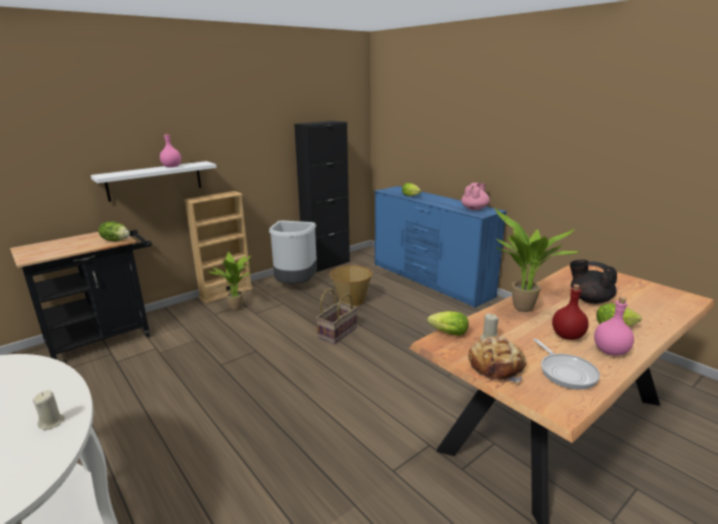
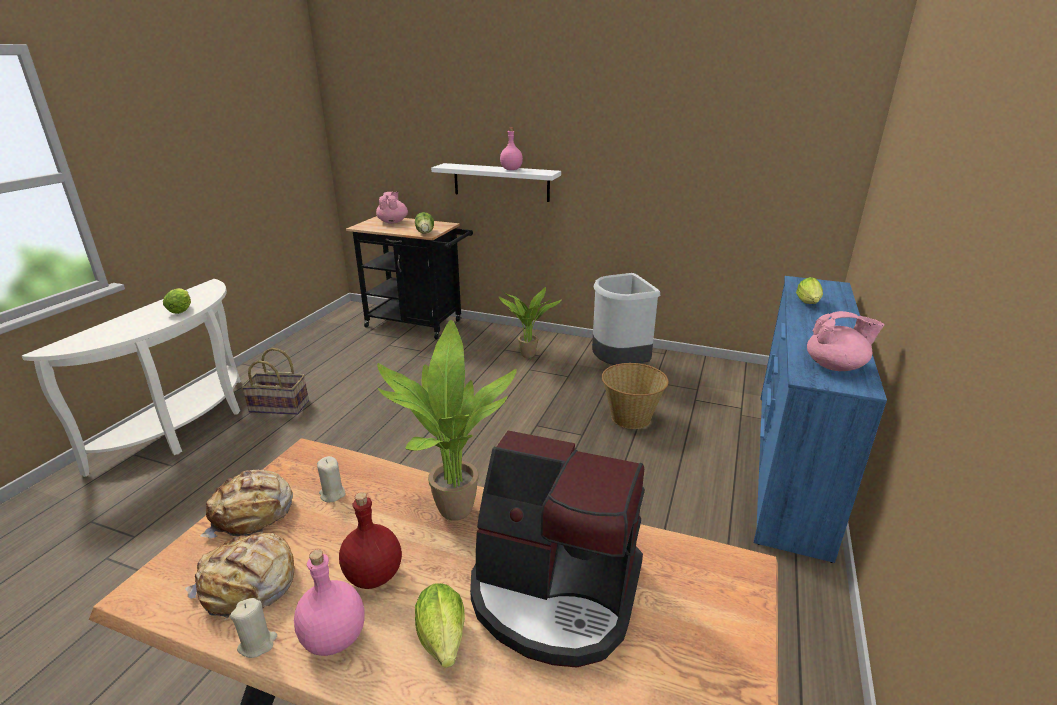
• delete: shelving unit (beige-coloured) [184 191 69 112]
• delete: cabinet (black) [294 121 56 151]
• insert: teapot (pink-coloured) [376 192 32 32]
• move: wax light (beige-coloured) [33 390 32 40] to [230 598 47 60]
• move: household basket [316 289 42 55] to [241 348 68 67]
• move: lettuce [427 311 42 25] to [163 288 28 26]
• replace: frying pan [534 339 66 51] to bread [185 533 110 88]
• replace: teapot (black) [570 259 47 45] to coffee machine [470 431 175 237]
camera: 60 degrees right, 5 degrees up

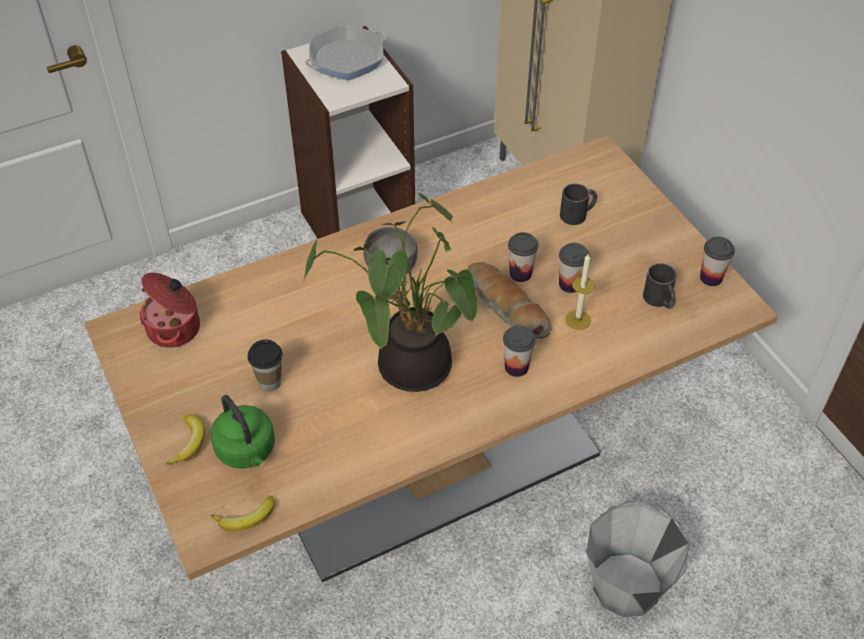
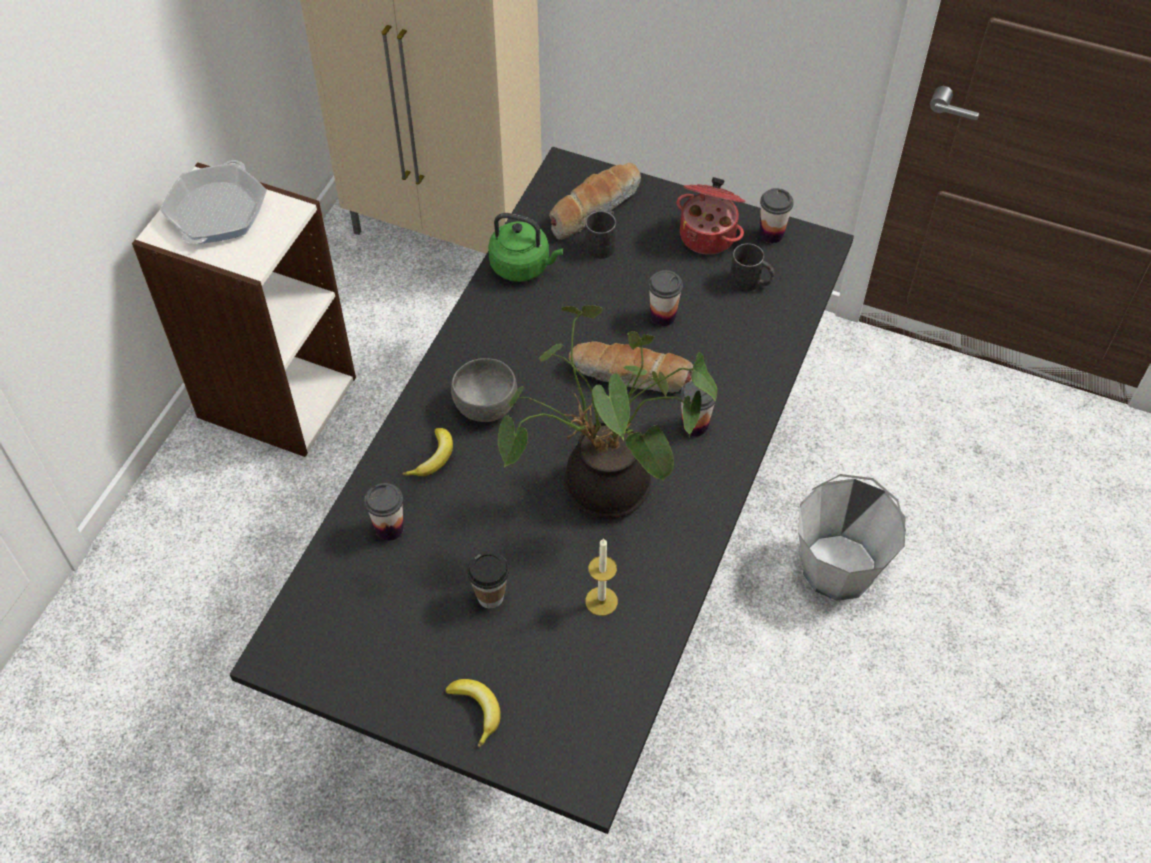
• insert: bread [549 163 92 77]
• move: saucepot [139 273 61 75] to [676 177 69 78]
• move: tea kettle (green-coloured) [211 395 64 74] to [488 213 75 69]
• move: whole banana [211 496 64 35] to [403 428 50 48]
• move: small cup [508 232 30 50] to [364 483 40 58]
• move: wax light [565 254 30 76] to [585 538 33 78]
• recolor: kitchen table (beige-coloured) [84 135 694 447] to kitchen table (black) [230 147 624 687]
camera: 40 degrees left, 5 degrees up

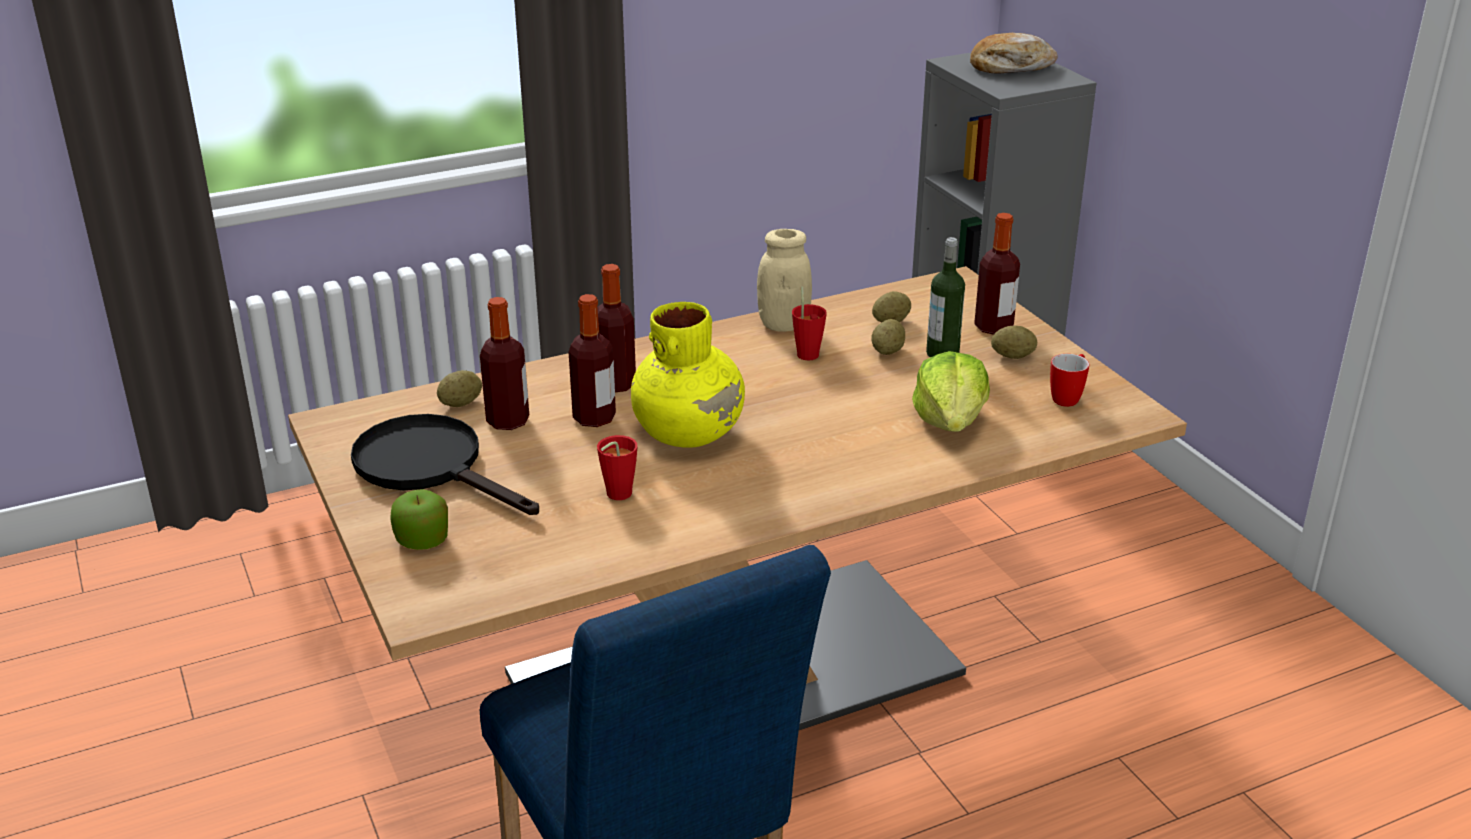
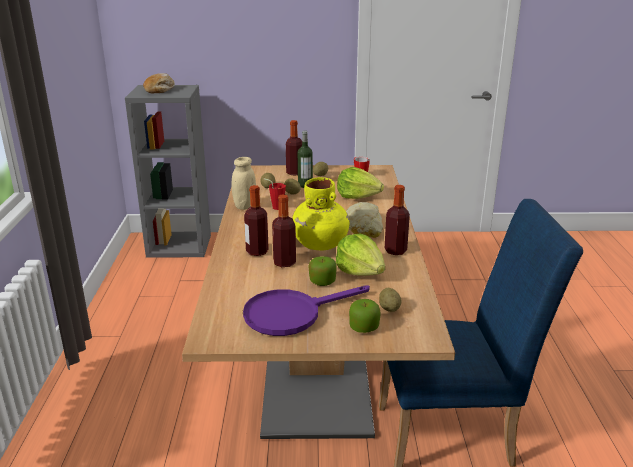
• insert: apple fruit [308 256 29 30]
• insert: bread [346 202 37 36]
• move: whole potato [437 370 45 37] to [379 288 23 24]
• move: drink bottle [480 297 49 133] to [384 185 26 70]
• replace: small cup (red-coloured) [597 435 41 65] to lettuce [336 233 49 43]
• recolor: frying pan (black) [351 414 188 101] to frying pan (purplish) [243 285 127 51]
camera: 65 degrees left, 5 degrees down

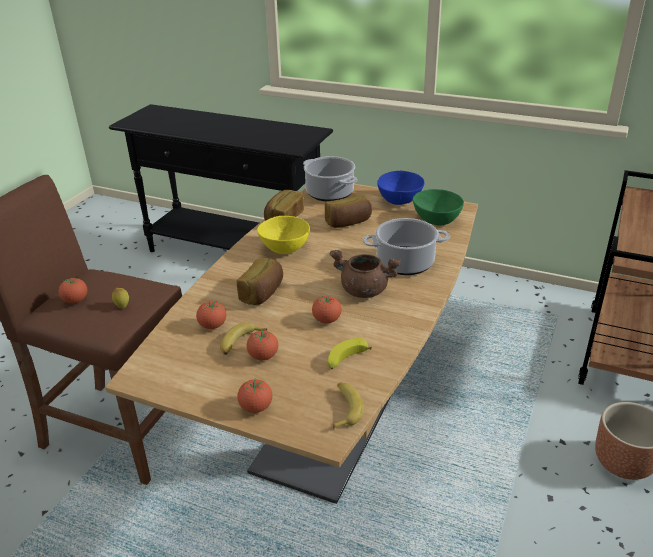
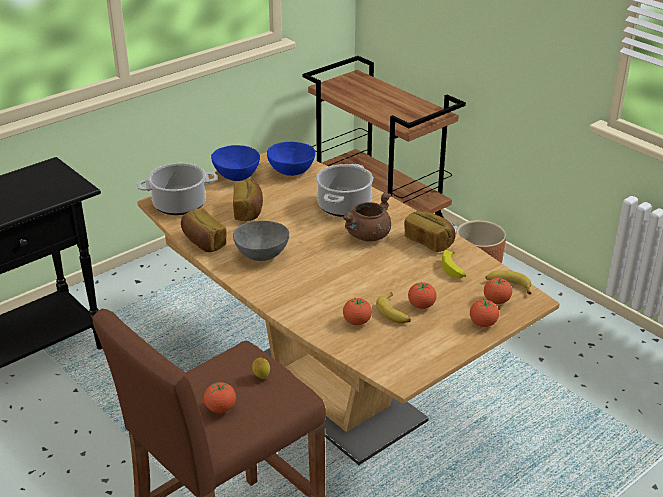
• move: bread [237 258 46 47] to [404 211 52 41]
• move: whole tomato [312 296 30 28] to [484 277 28 27]
• recolor: serving bowl (yellowish) [257 216 53 38] to serving bowl (gray) [233 221 56 40]
• recolor: serving bowl (green-coloured) [413 189 51 37] to serving bowl (blue) [267 142 48 34]
camera: 65 degrees left, 0 degrees up

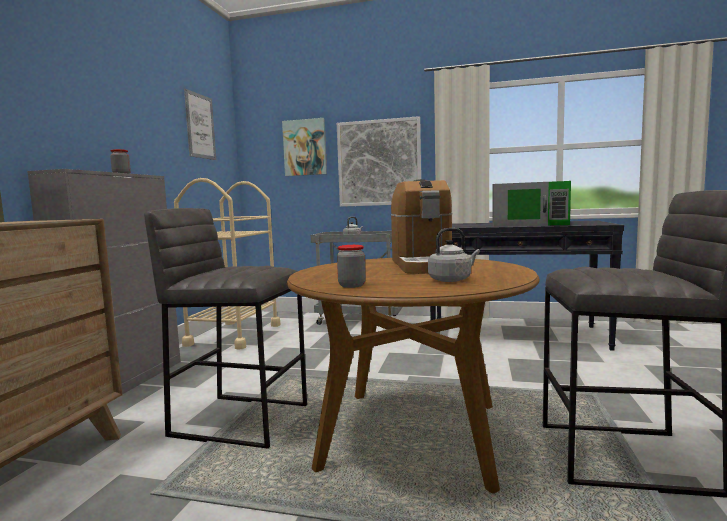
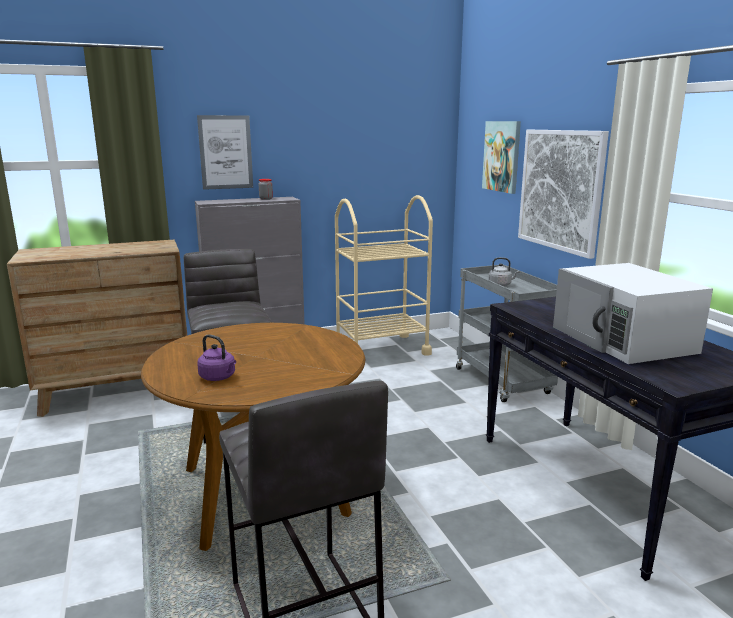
• delete: preserve jar [337 245 29 43]
• delete: coffee machine [391 179 61 95]
• move: wall art [184 89 32 71] to [197 115 56 75]
• recolor: tea kettle (gray) [428 228 52 54] to tea kettle (purplish) [197 334 39 47]
• recolor: microwave (green-coloured) [492 181 79 46] to microwave (white) [553 263 160 101]
camera: 55 degrees right, 10 degrees up

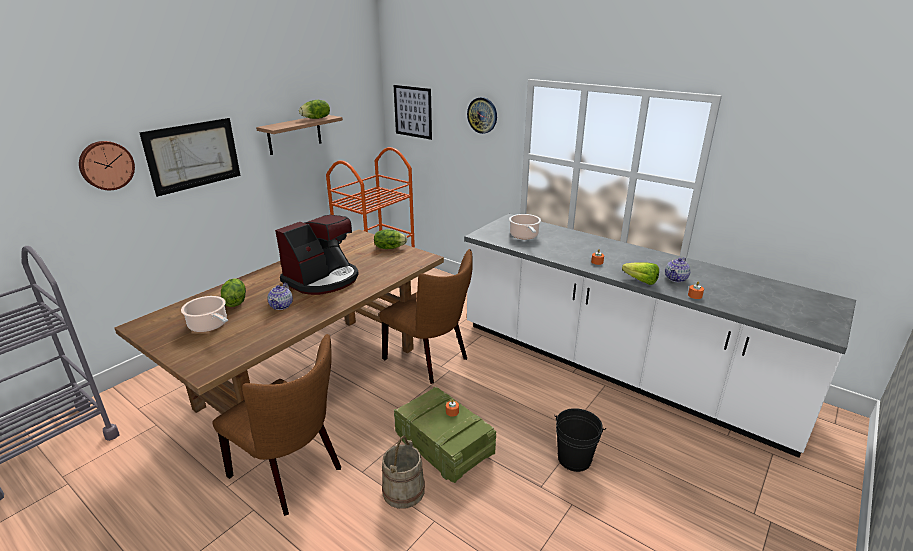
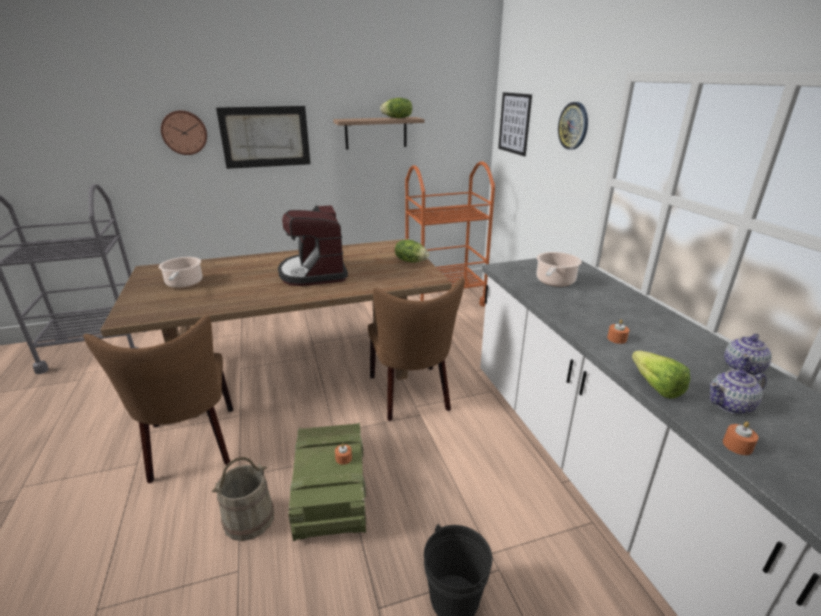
• delete: lettuce [221 278 25 29]
• move: teapot [268 283 25 27] to [724 334 48 41]
• rotate: coffee machine [275 215 84 80] = [278 205 70 81] 90 degrees clockwise
camera: 35 degrees right, 0 degrees up

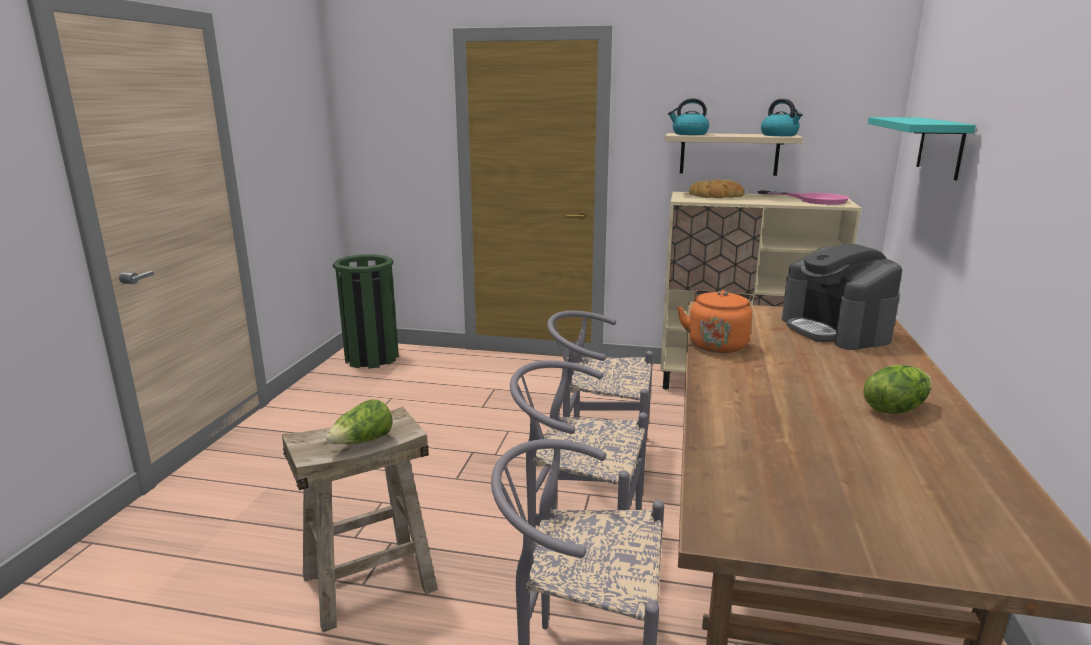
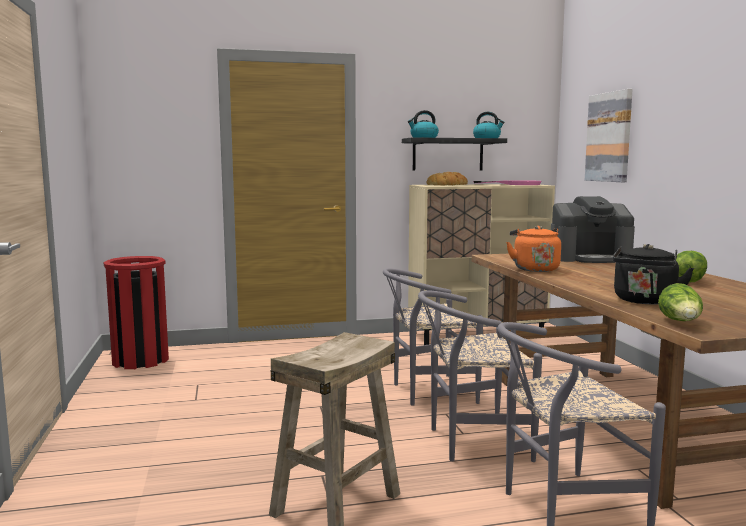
• insert: tea kettle (black) [612 244 82 60]
• move: lettuce [326 399 67 45] to [658 283 45 38]
• replace: bracket shelf (blue-green) [868 117 108 63] to wall art [585 89 48 93]
• recolor: waste bin (green-coloured) [333 254 66 115] to waste bin (red-coloured) [104 256 65 113]
• recolor: bracket shelf (beige-coloured) [665 133 138 43] to bracket shelf (black) [402 137 105 34]
• rotate: coffee machine [782 244 120 106] = [551 196 84 67] 45 degrees counterclockwise
camera: 25 degrees left, 10 degrees down

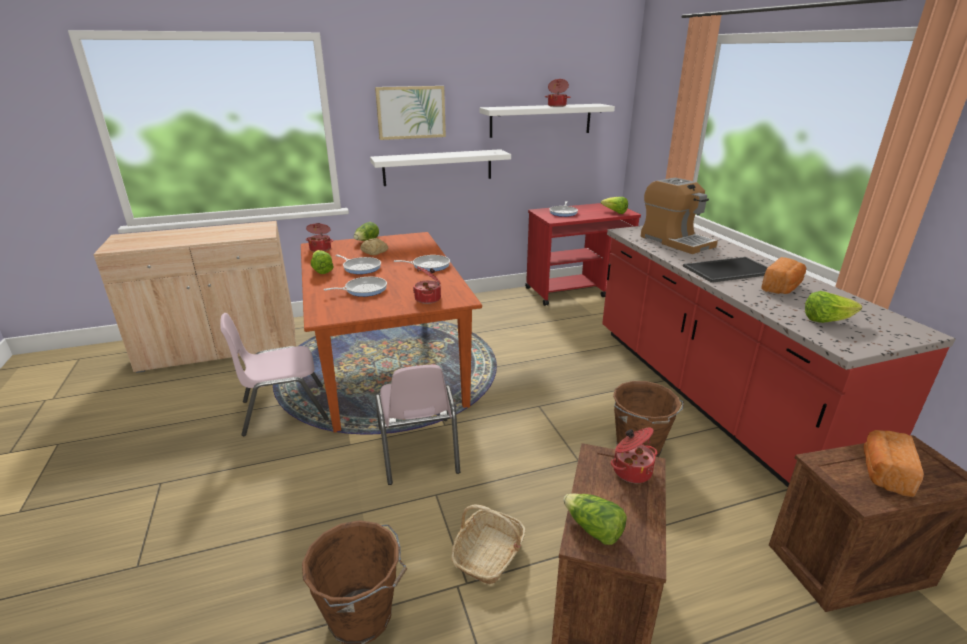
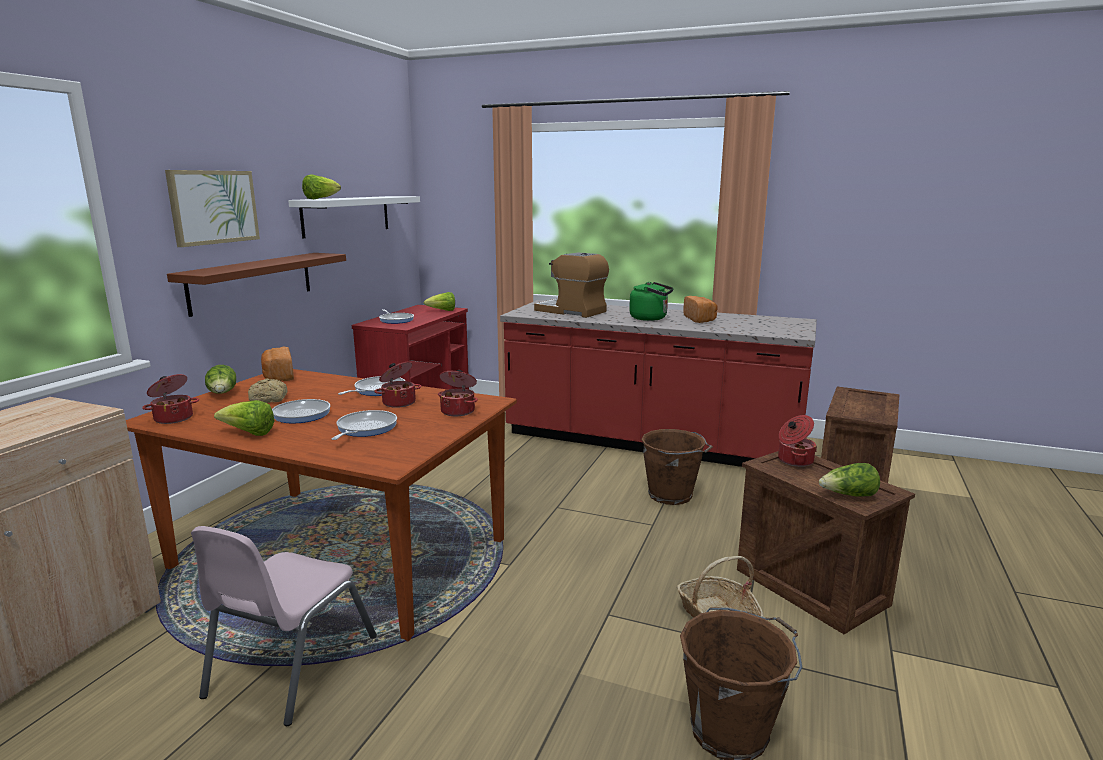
• delete: plain chair (pink-coloured) [375 365 85 120]
• move: saucepot [545 79 26 28] to [374 362 47 46]
• move: lettuce [805 291 57 32] to [302 174 39 25]
• move: bread [864 430 60 67] to [261 347 33 34]
• replace: serving tray [683 257 85 26] to tea kettle (green-coloured) [629 282 45 39]
• recolor: bracket shelf (white) [370 149 141 37] to bracket shelf (brown) [167 253 179 64]
• rotate: coffee machine [641 178 77 76] = [534 253 75 65] 150 degrees counterclockwise
camera: 50 degrees left, 10 degrees down

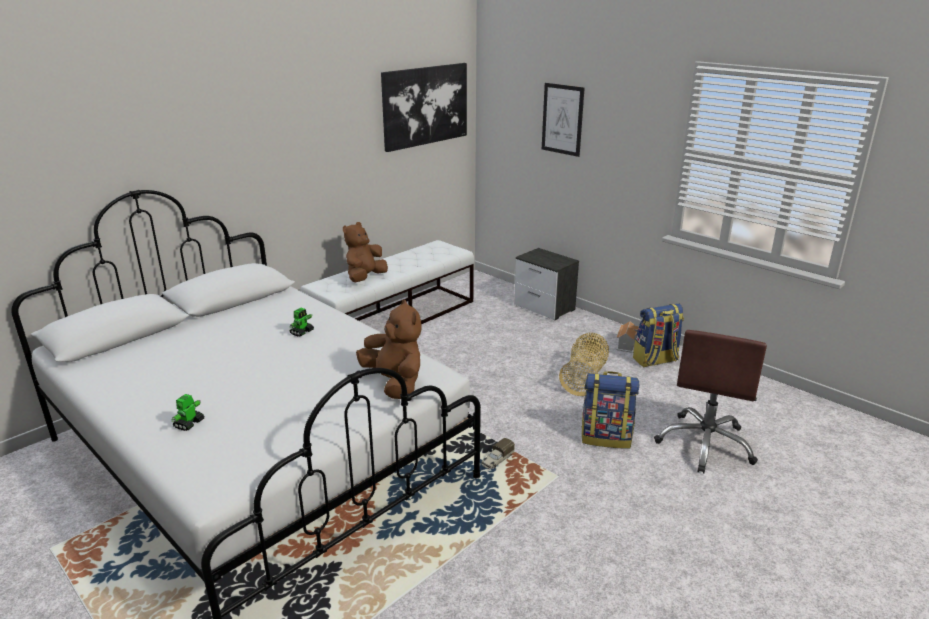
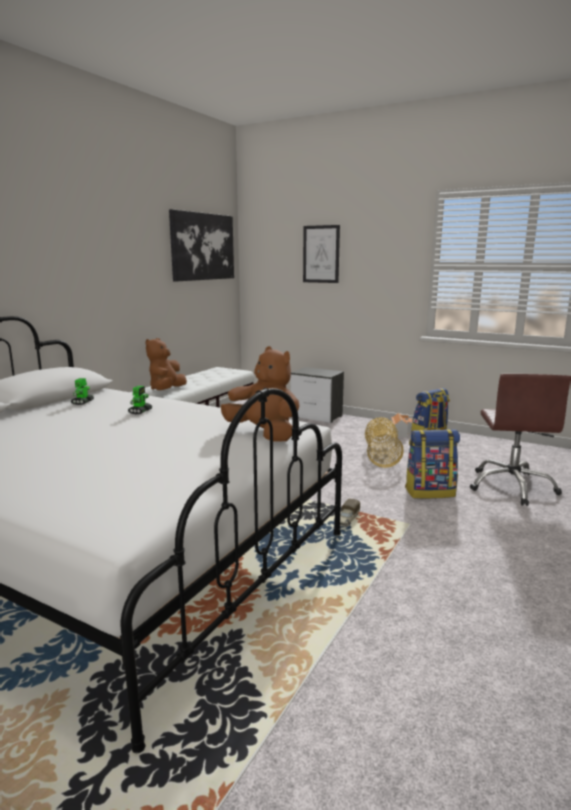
• move: model robot [171 394 34 37] to [71 378 23 27]
camera: 15 degrees left, 10 degrees down

